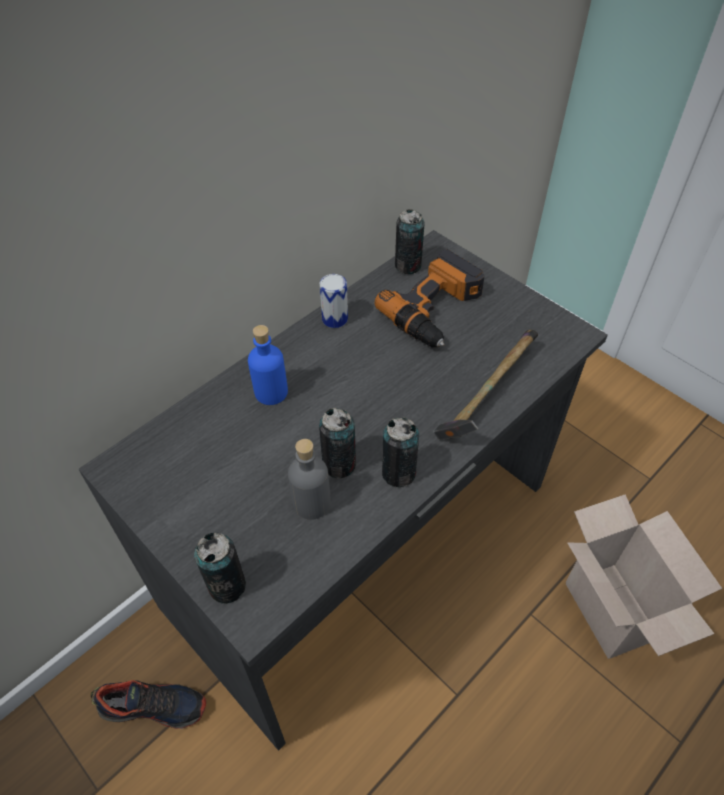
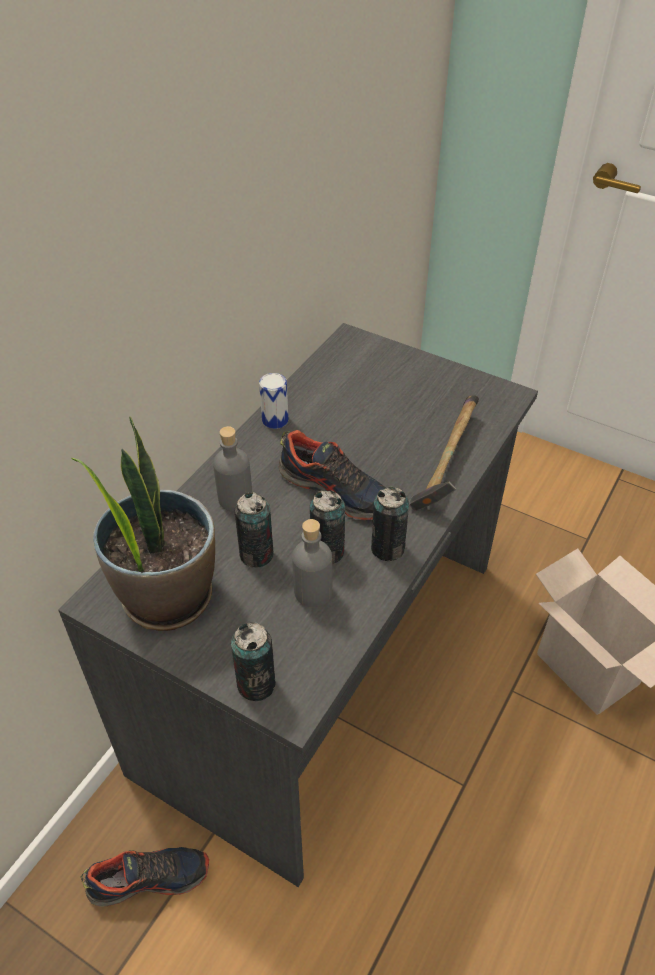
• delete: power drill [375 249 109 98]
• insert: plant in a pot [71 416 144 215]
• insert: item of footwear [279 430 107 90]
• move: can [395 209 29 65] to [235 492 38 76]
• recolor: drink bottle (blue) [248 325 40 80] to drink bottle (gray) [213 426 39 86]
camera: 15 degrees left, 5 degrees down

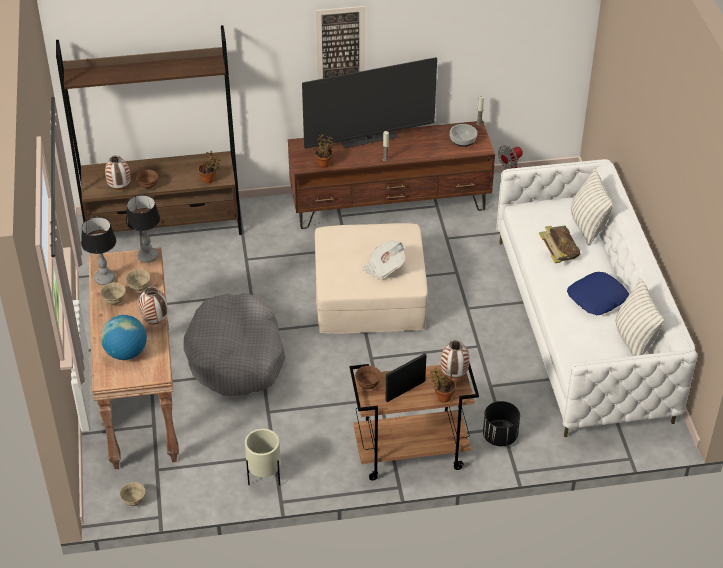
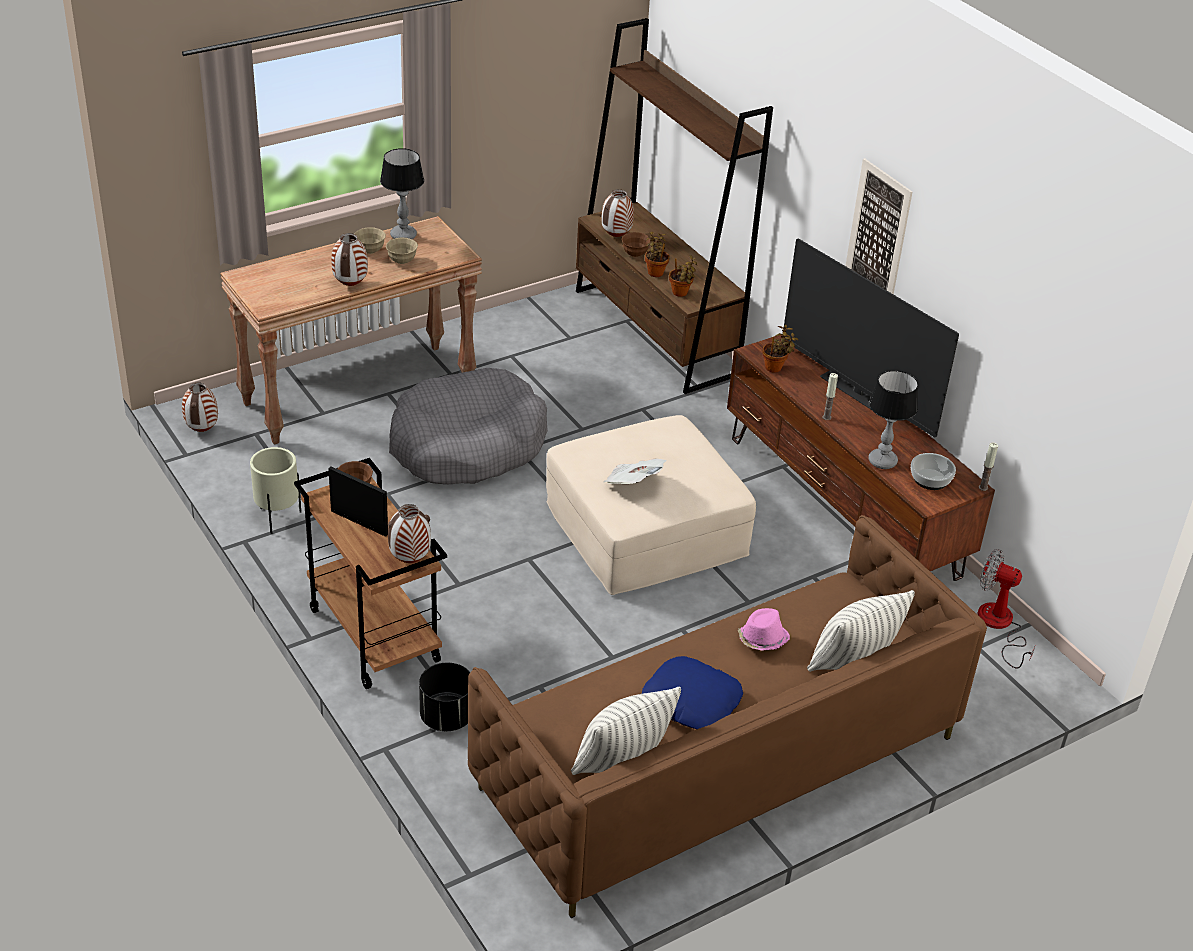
• delete: globe [101 315 46 45]
• move: table lamp [126 195 34 68] to [868 370 50 99]
• move: plant in a pot [430 367 26 35] to [645 232 25 45]
• replace: serving bowl (beige-coloured) [119 482 26 24] to flower vase [182 383 36 49]
• replace: book [539 226 42 37] to clothing hat (pink-coloured) [738 608 52 43]
• recolor: settee (white) [496 159 202 278] to settee (brown) [468 515 519 403]
camera: 65 degrees right, 5 degrees down

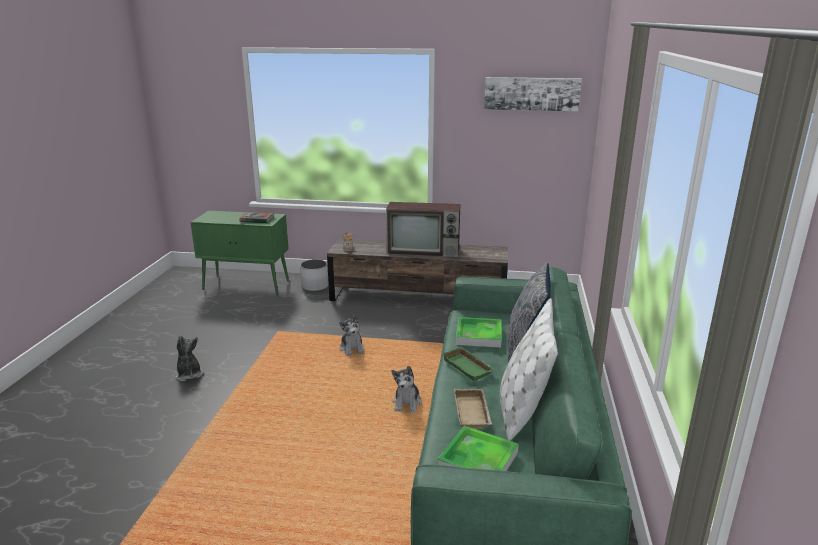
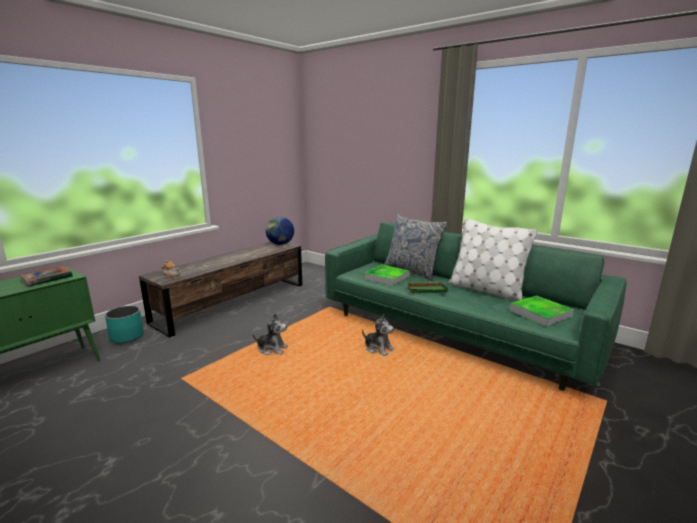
• delete: plush toy [175 336 28 45]
• delete: television [386 202 74 55]
• delete: serving tray (beige-coloured) [454 389 38 39]
• delete: wall art [484 77 98 34]
• insert: globe [266 217 28 28]
• recolor: flower pot (white) [300 259 29 33] to flower pot (blue-green) [105 306 39 38]
camera: 60 degrees left, 5 degrees down

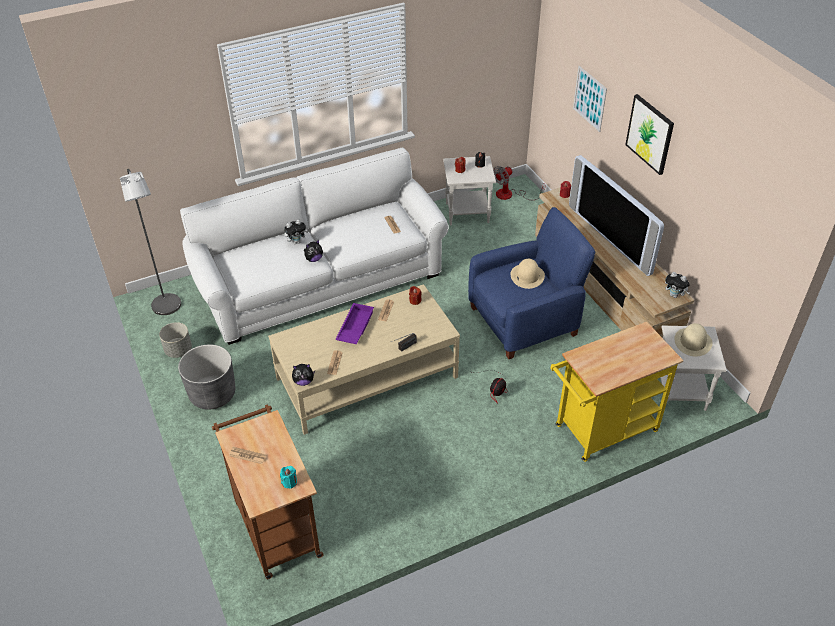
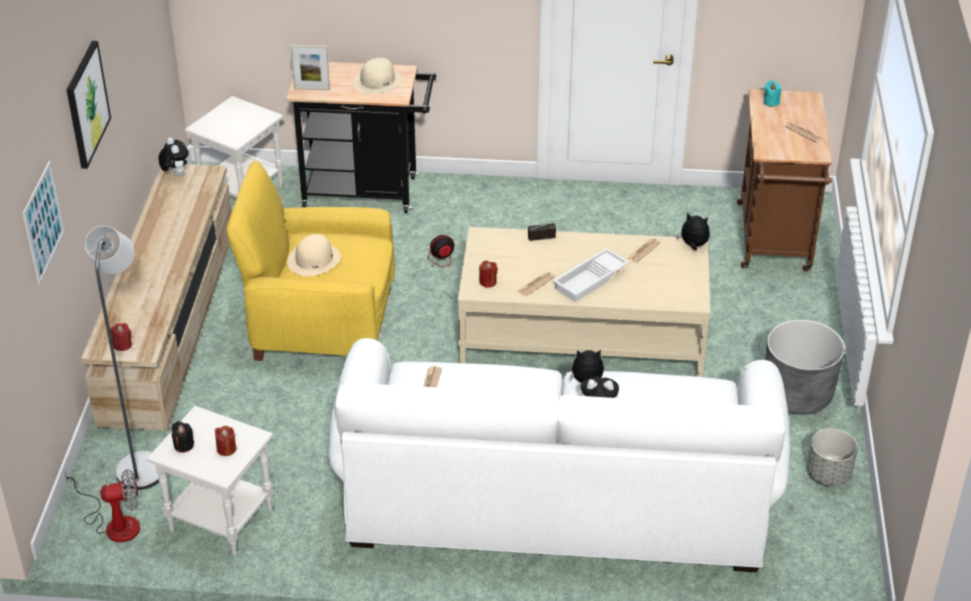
• delete: television [569 155 95 121]
• insert: standing frame [290 45 40 45]
• move: floor lamp (gray) [120 169 61 146] to [85 226 74 264]
• move: clothing hat (beige-coloured) [674 323 39 34] to [353 58 50 36]
• recolor: serving tray (purplish) [335 303 39 41] to serving tray (white) [553 248 76 54]
• recolor: easy chair (blue) [468 207 128 152] to easy chair (yellowish) [227 161 168 200]
• recolor: wheeled cart (yellowish) [550 322 133 140] to wheeled cart (black) [286 62 150 151]
camera: 150 degrees left, 5 degrees down

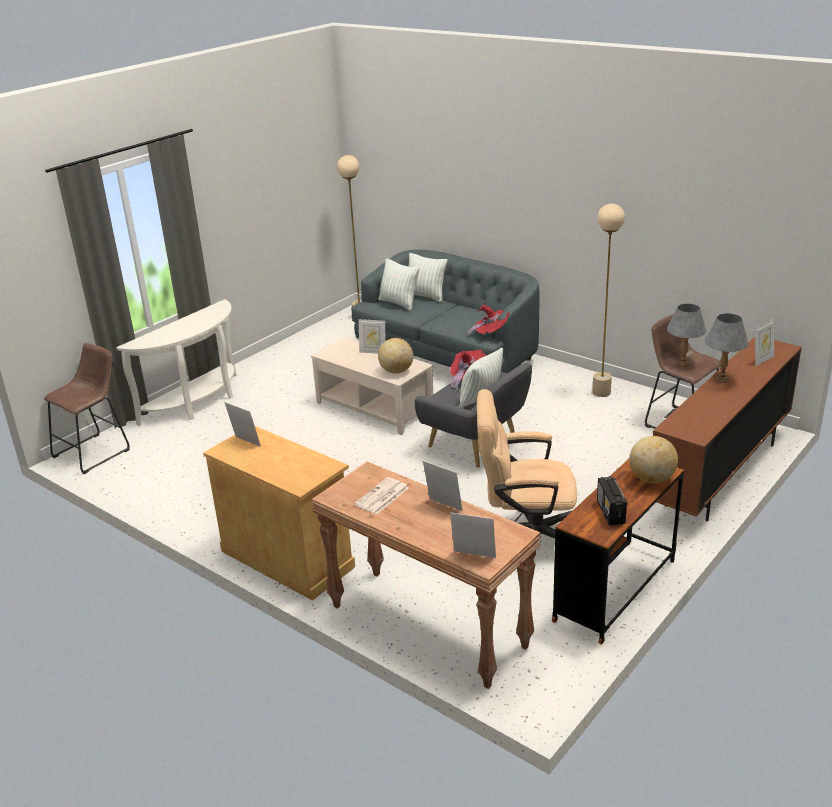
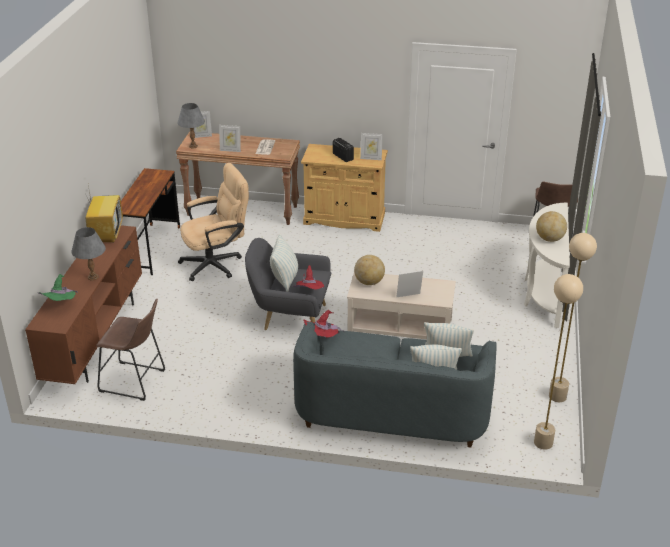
• insert: television [84 179 39 64]
• move: floor lamp (beige-coloured) [592 204 33 193] to [549 233 48 169]
• move: radio [597 476 30 50] to [333 138 21 24]
• move: globe [629 436 49 47] to [536 211 31 31]
• move: table lamp (gray) [667 304 39 63] to [177 103 28 45]
• replace: standing frame [755 319 19 47] to clothing hat (green-coloured) [38 274 40 27]
camera: 150 degrees right, 5 degrees up

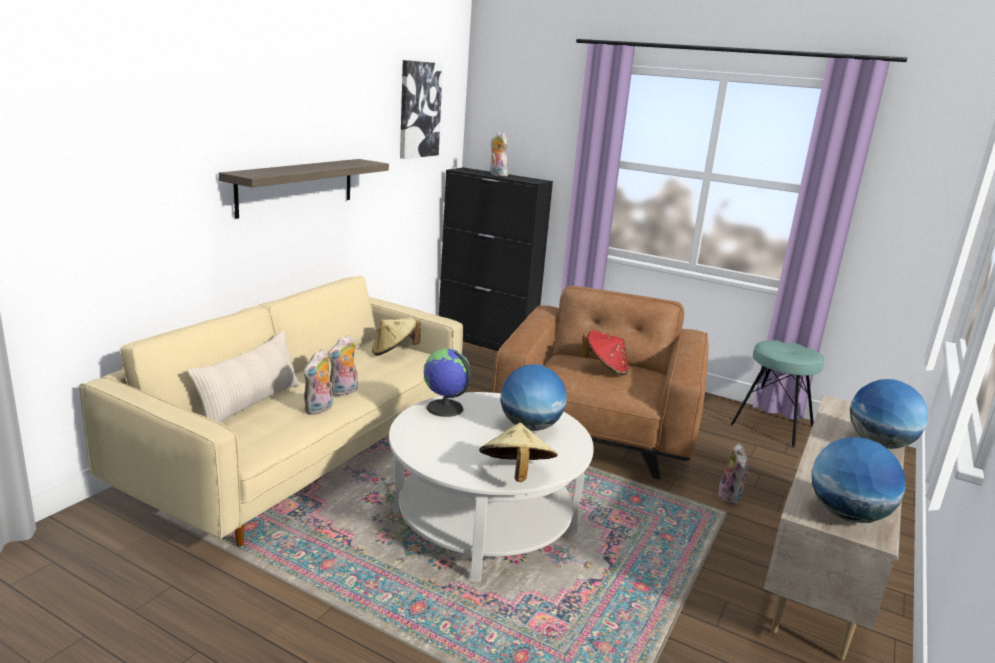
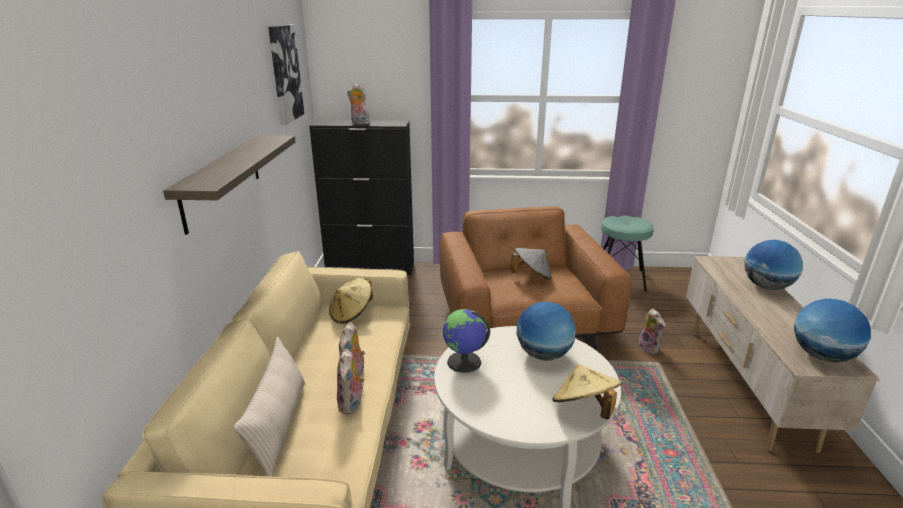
• recolor: clothing hat (red-coloured) [581 330 48 45] to clothing hat (gray) [511 248 41 32]
camera: 25 degrees left, 5 degrees up

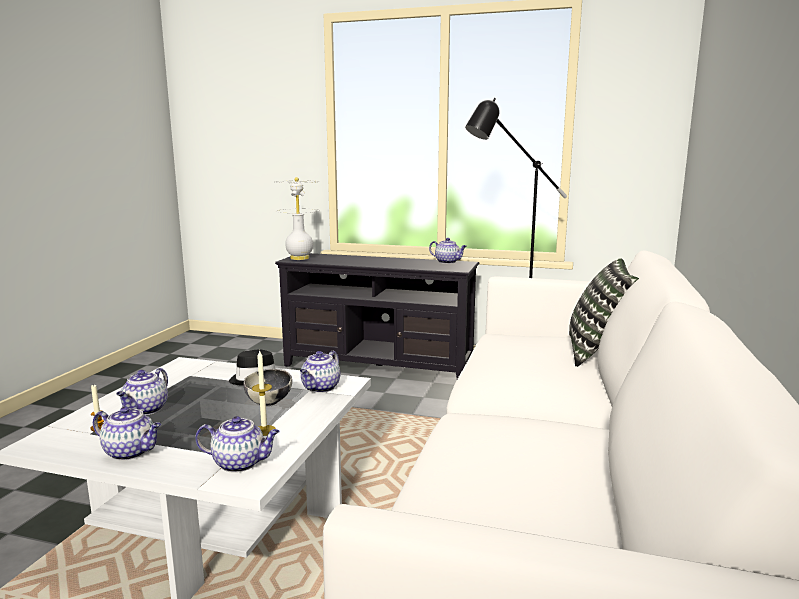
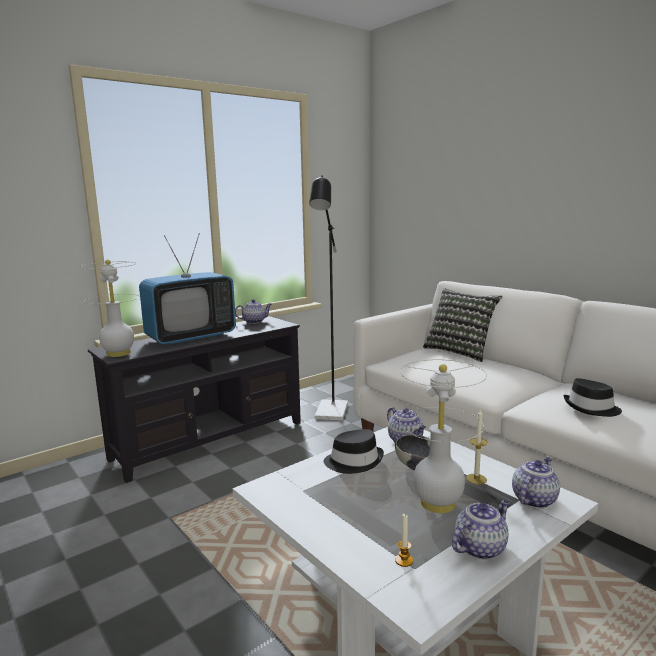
• delete: teapot [116 368 52 47]
• insert: television [139 233 97 112]
• insert: table lamp (white) [399 359 88 154]
• insert: clothing hat (black) [564 378 58 39]
camera: 55 degrees left, 0 degrees up

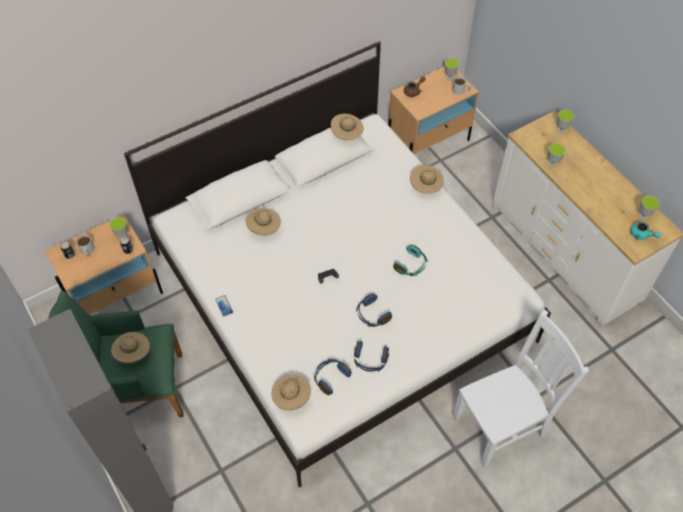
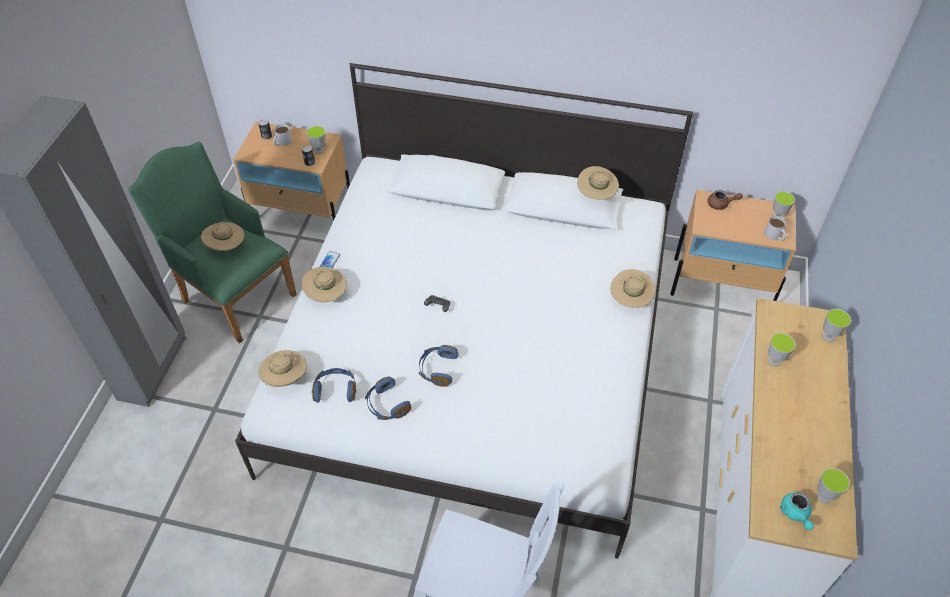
• delete: headphones (blue-green) [393 245 35 31]
• move: clothing hat (beige-coloured) [246 208 35 27] to [302 267 45 35]
camera: 45 degrees right, 5 degrees down

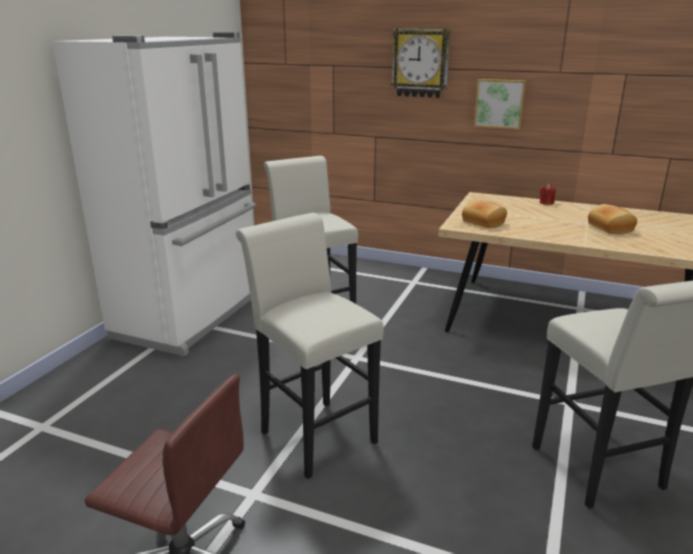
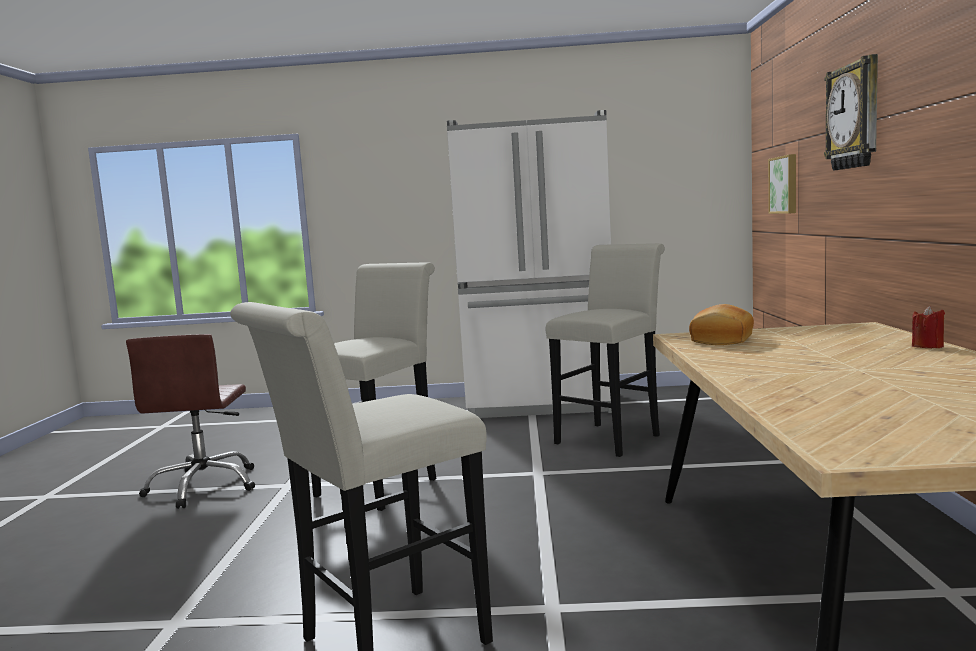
• delete: bread [588 204 49 30]
• move: wall art [474 79 52 50] to [768 154 28 60]
camera: 70 degrees right, 15 degrees down

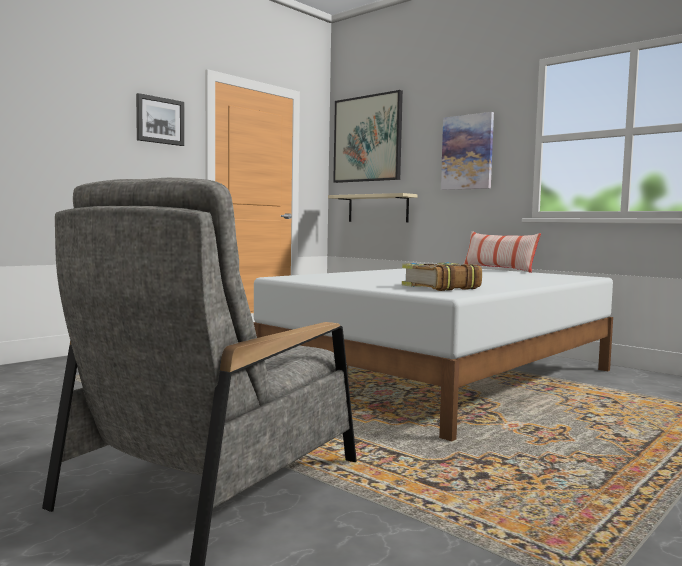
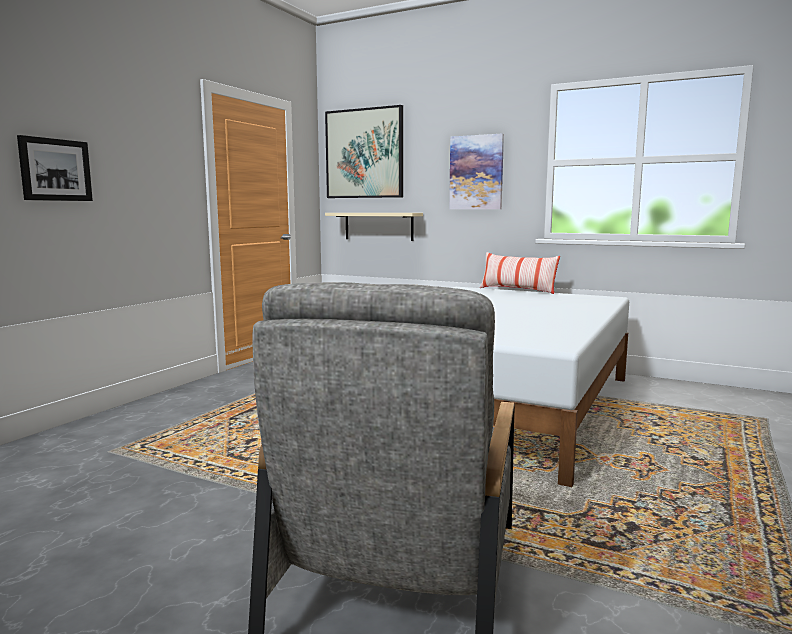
• delete: book [402 262 80 29]
• move: wall art [136 93 48 53] to [17 135 76 66]
camera: 15 degrees left, 5 degrees up

